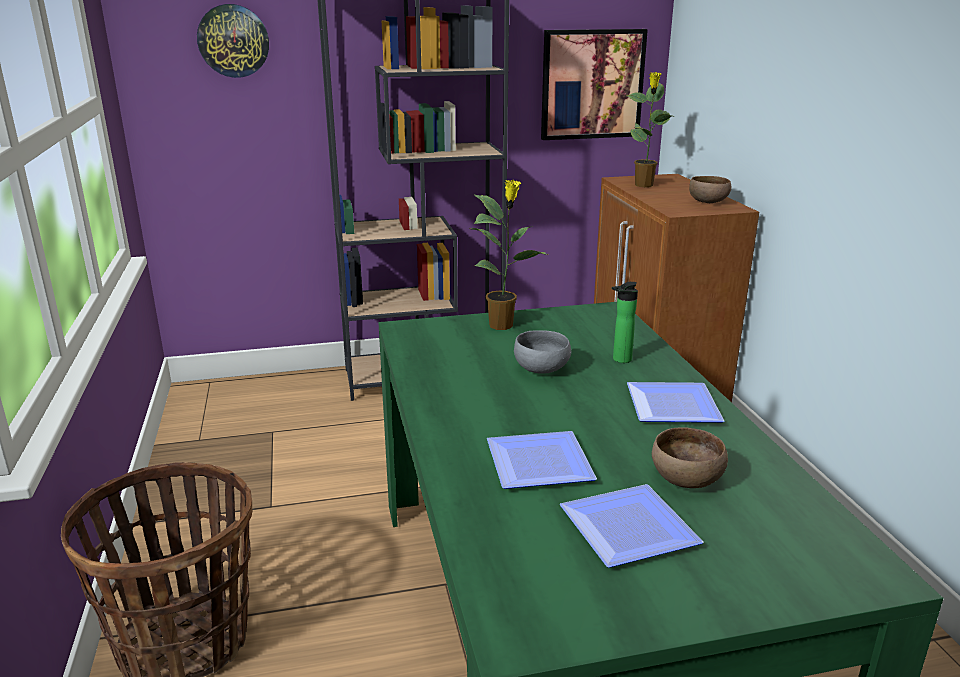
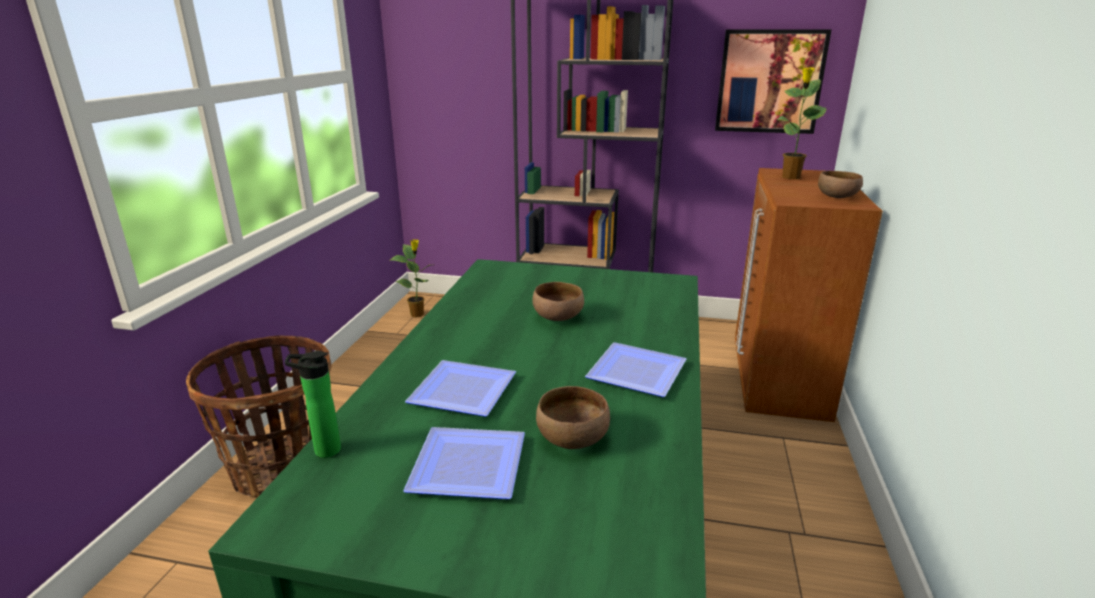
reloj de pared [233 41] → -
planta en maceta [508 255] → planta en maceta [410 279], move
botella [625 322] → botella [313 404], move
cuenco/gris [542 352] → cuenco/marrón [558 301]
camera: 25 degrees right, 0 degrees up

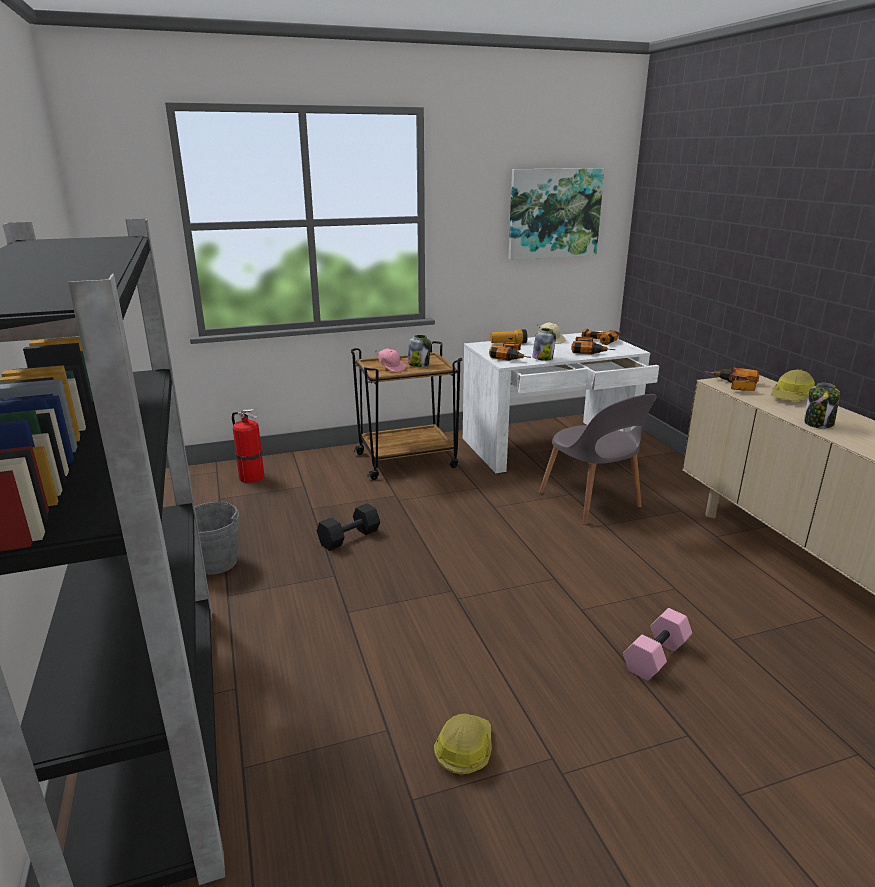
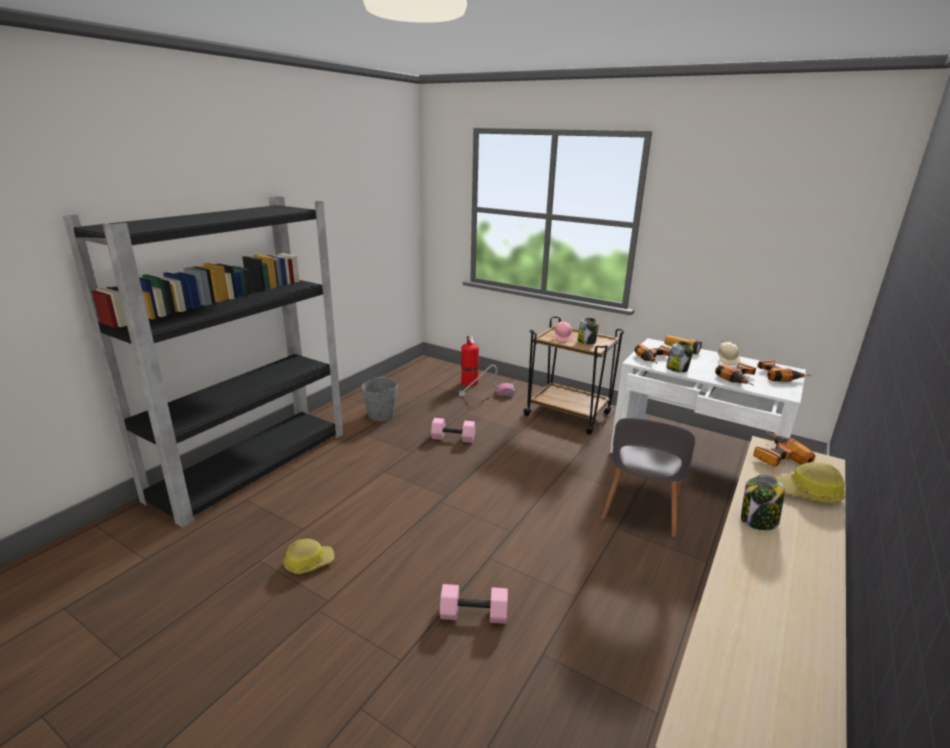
cuadro [556 214] → -
- → aspiradora [487 381]
mancuerna/negro [348 527] → mancuerna/rosa [453 430]
camera: 50 degrees right, 0 degrees up

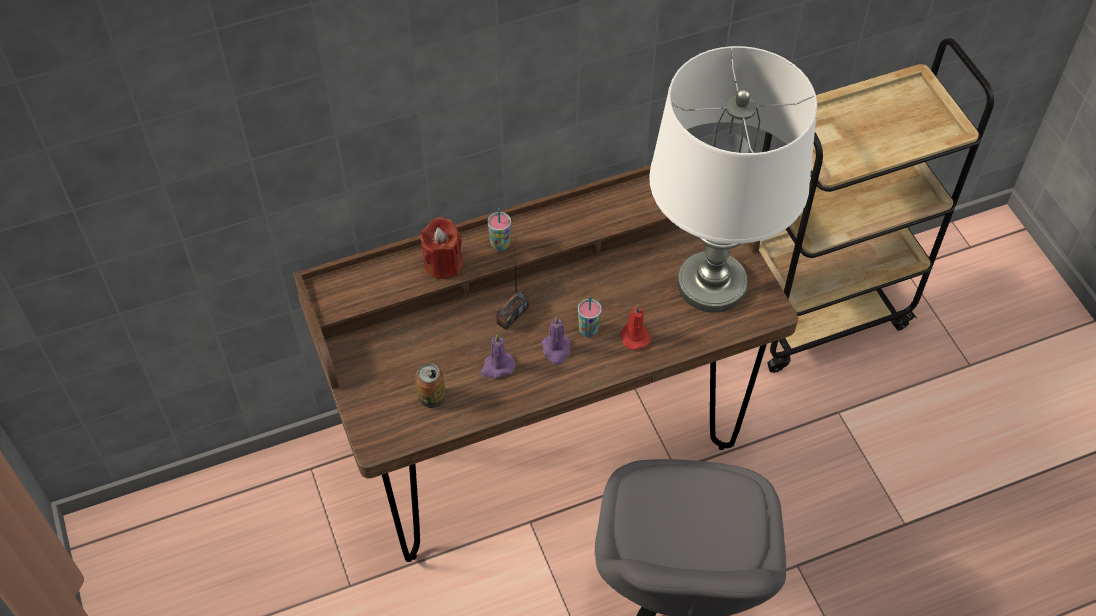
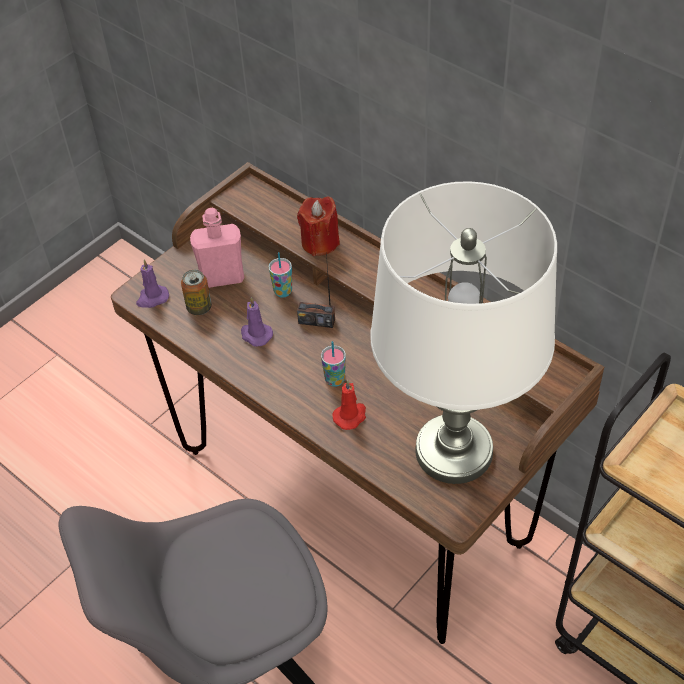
- → botella/rosa [217 248]
taza [499 229] → taza [280 275], move
vela/morado [556 340] → vela/morado [152 283], move
camera: 65 degrees right, 5 degrees down

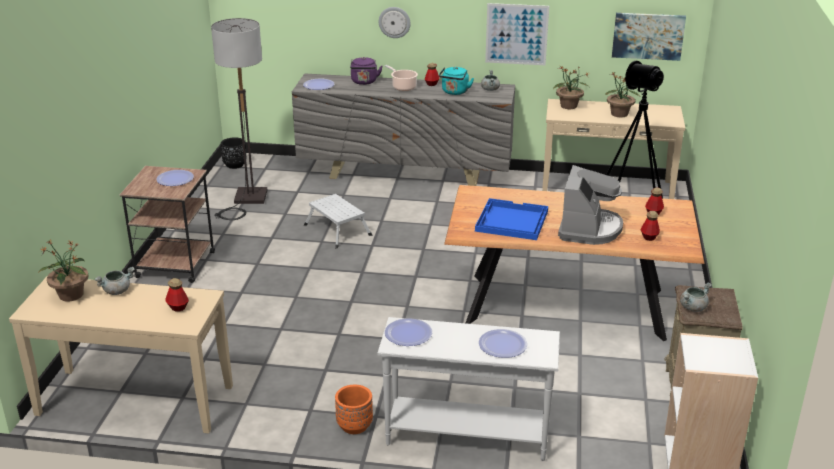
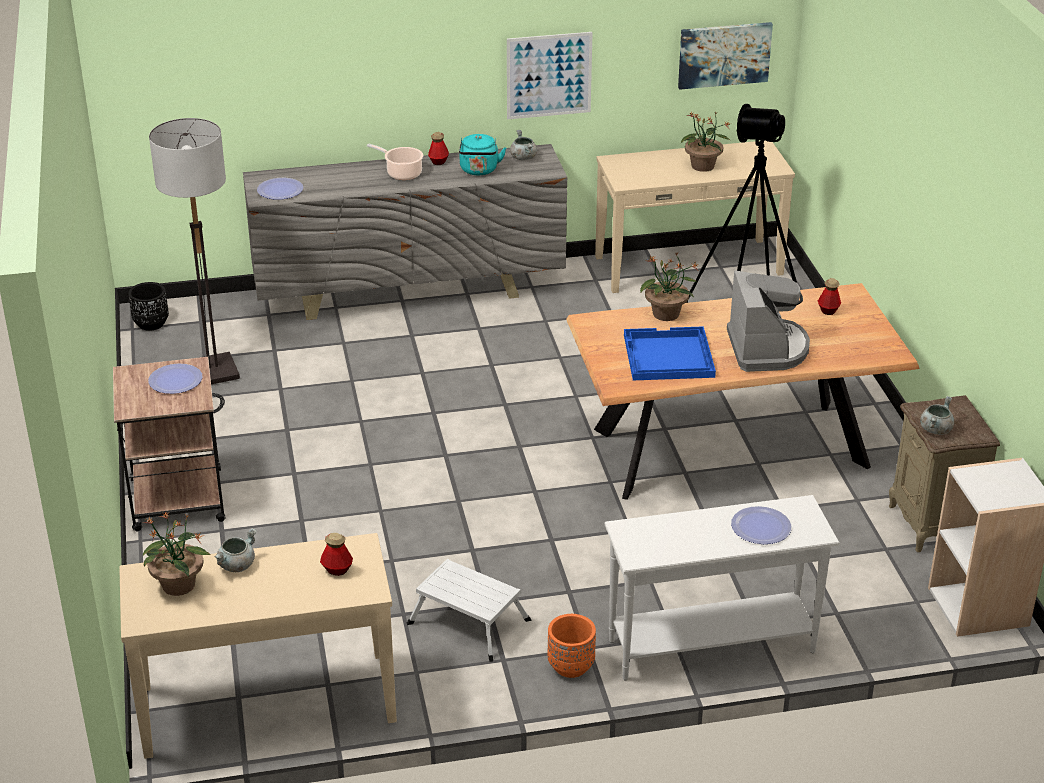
hervidor/morado [366 71] → -
reloj de pared [395 22] → -
plato [408 332] → -
botella [650 226] → -
escalera de tijera/blanco [338 221] → escalera de tijera/blanco [469 610], move
planta en maceta [571 87] → planta en maceta [669 286], move
camera: 20 degrees left, 5 degrees up

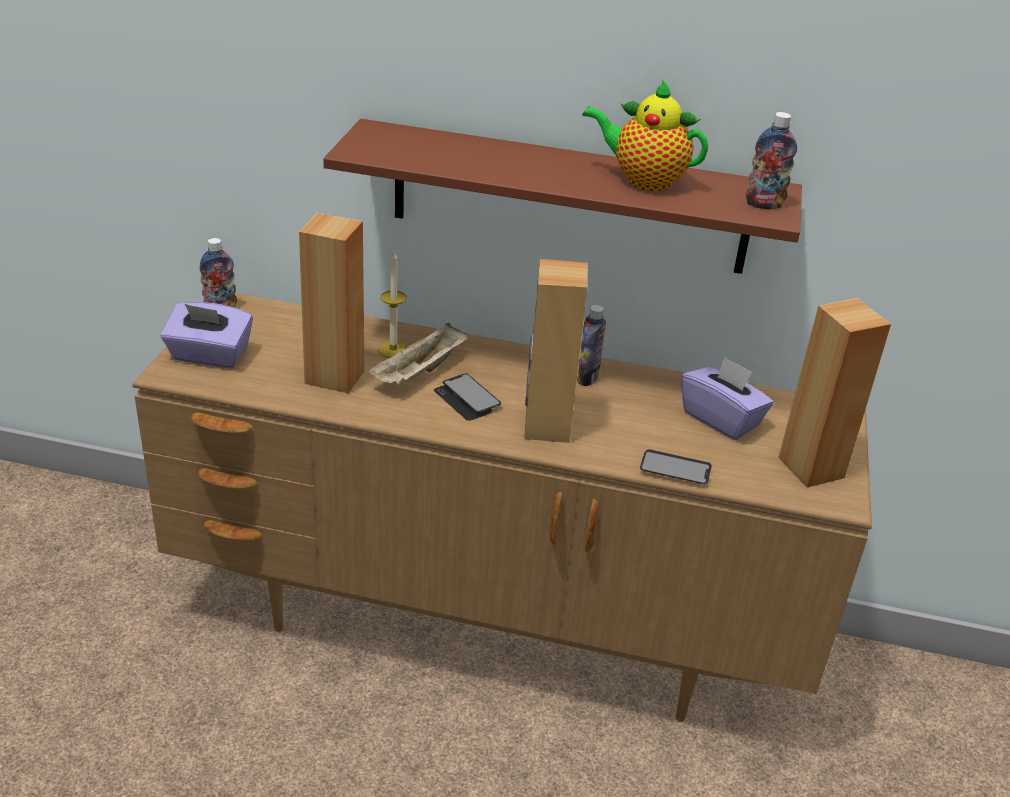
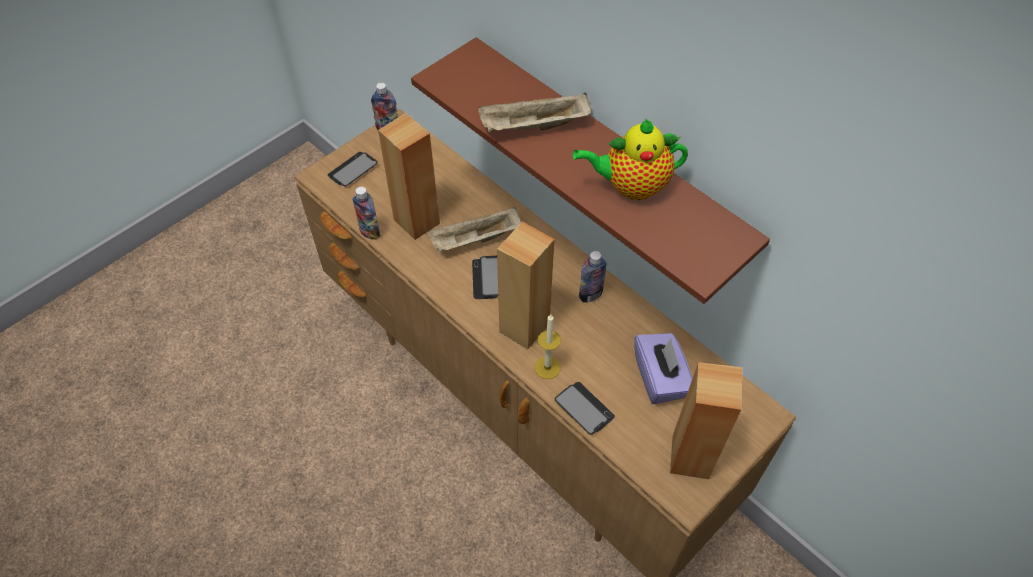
- → bandeja/beis [535 112]
vela [392 304] → vela [547 346], move
botella [771 160] → botella [366 213], move
caja de pañuelos/morado [207 335] → móvil [353 169]
tetera [645 135] → tetera [630 159], 60 degrees counterclockwise
camera: 35 degrees right, 20 degrees up

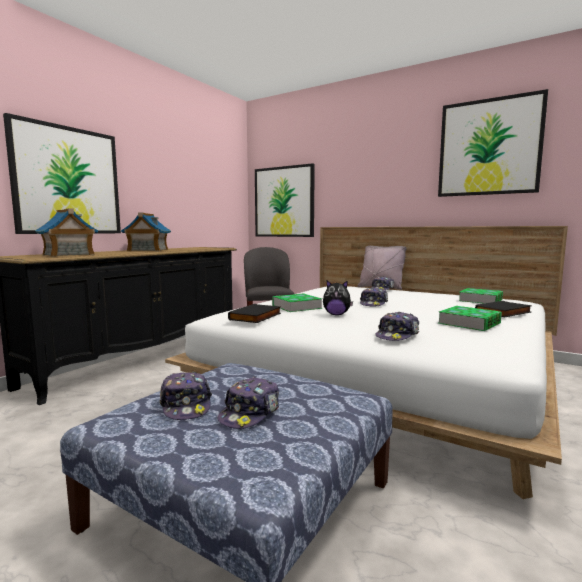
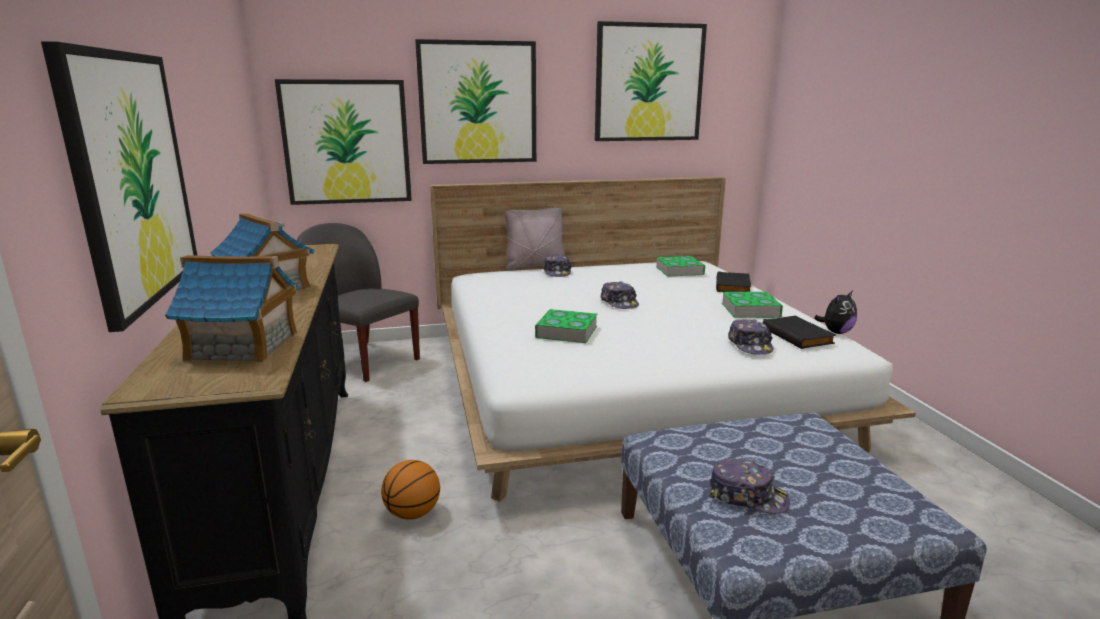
gorra [248 402] → -
- → balón de baloncesto [410 490]
- → cuadro [475 101]
libro/negro [254 313] → libro/negro [799 332], move
peluche [338 298] → peluche [835 312], move
camera: 45 degrees left, 10 degrees up

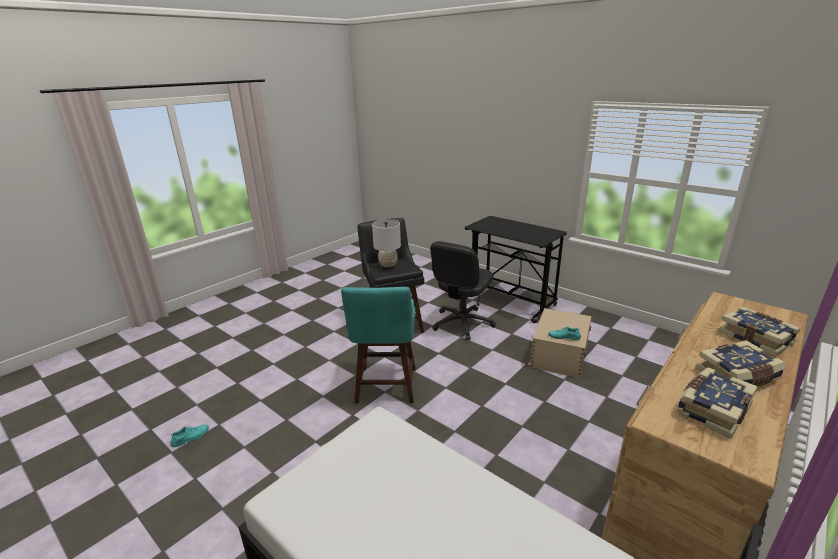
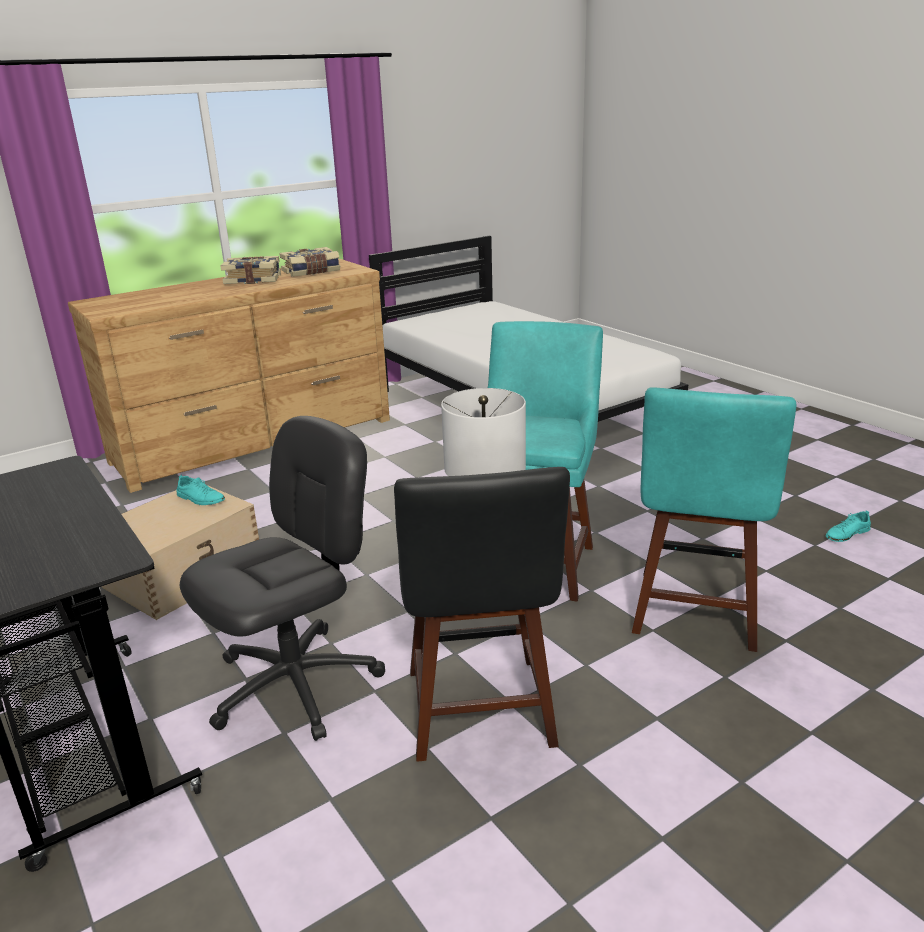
libro [759 331] → -
- → taburete/turquesa [714 519]
camera: 165 degrees left, 0 degrees up

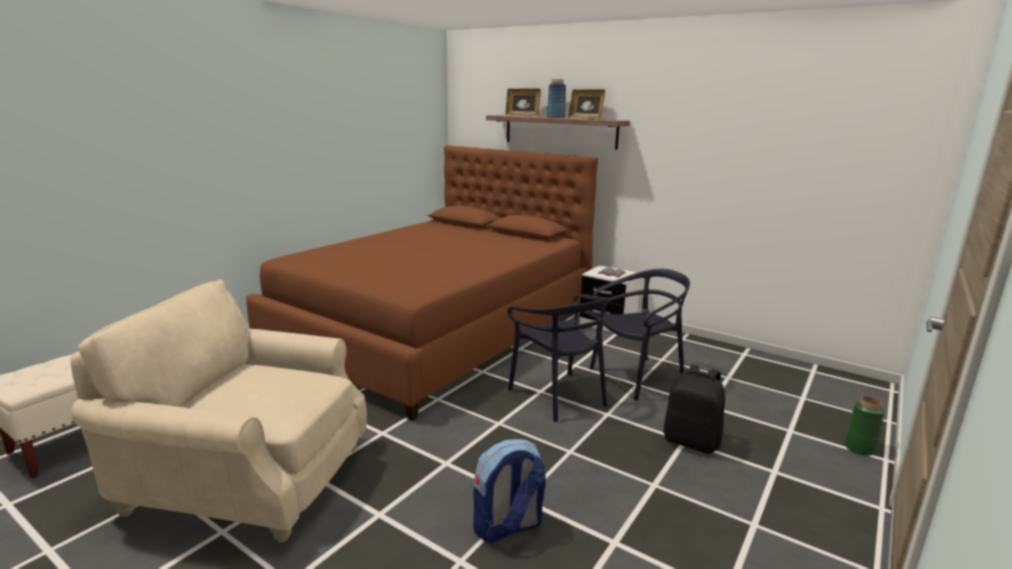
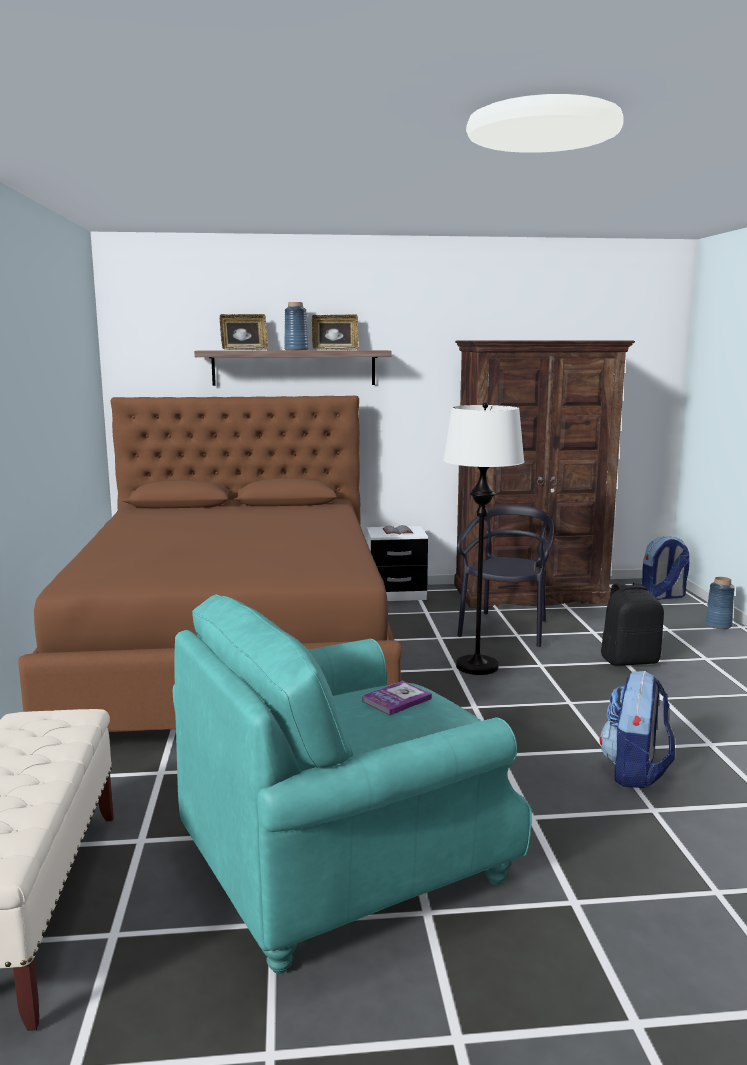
- → libro [397 698]
- → armario ropero/marrón [544 474]
- → mochila [666 568]
silla/negro [558 358] → lámpara de pie/blanco [484 538]
sillón/beis [219 411] → sillón/turquesa [352 784]
florero/verde [864 426] → florero/azul [720 603]
camera: 40 degrees left, 5 degrees down

